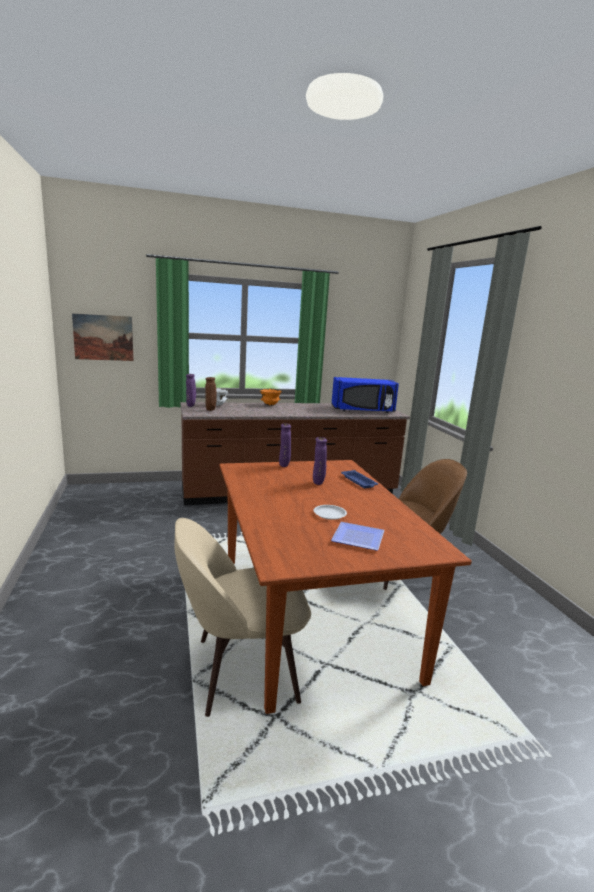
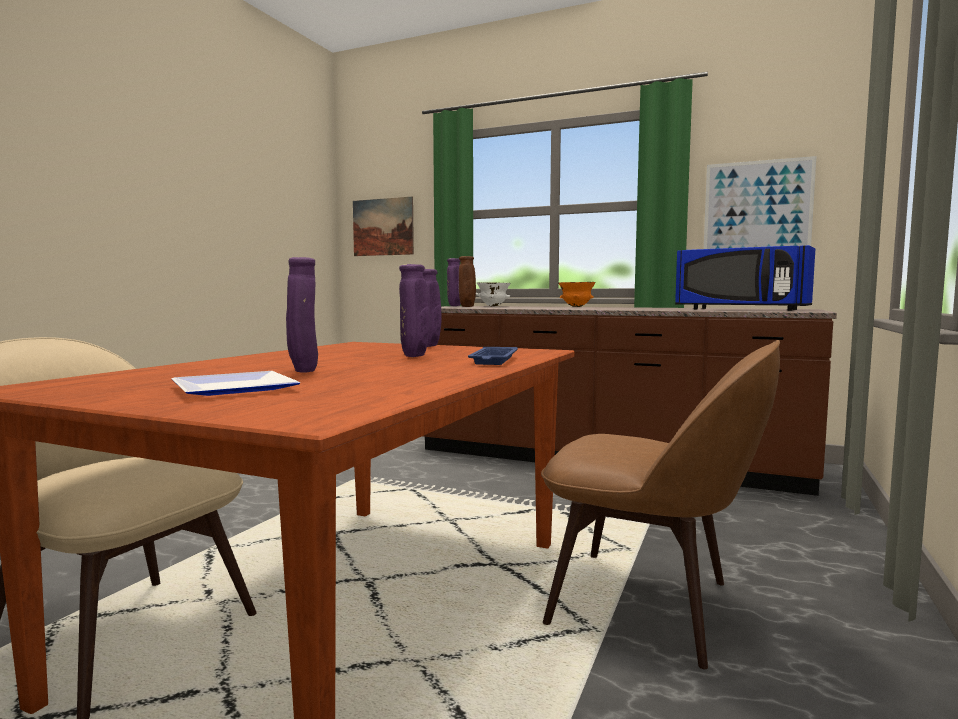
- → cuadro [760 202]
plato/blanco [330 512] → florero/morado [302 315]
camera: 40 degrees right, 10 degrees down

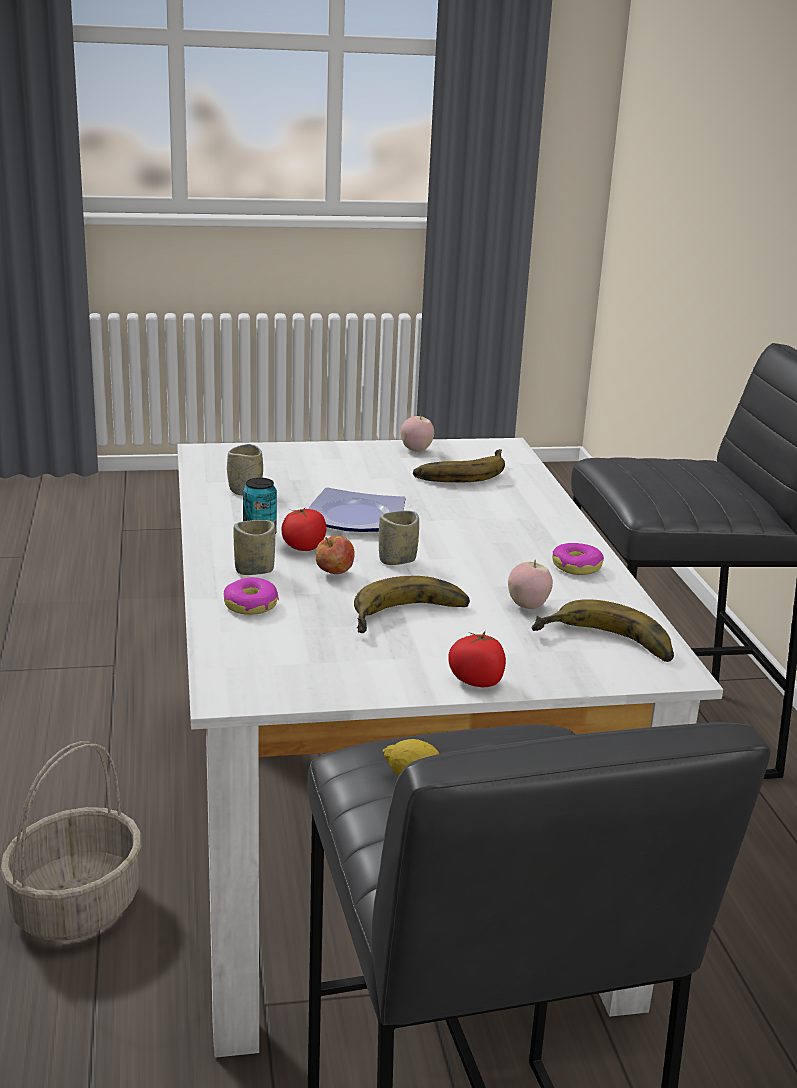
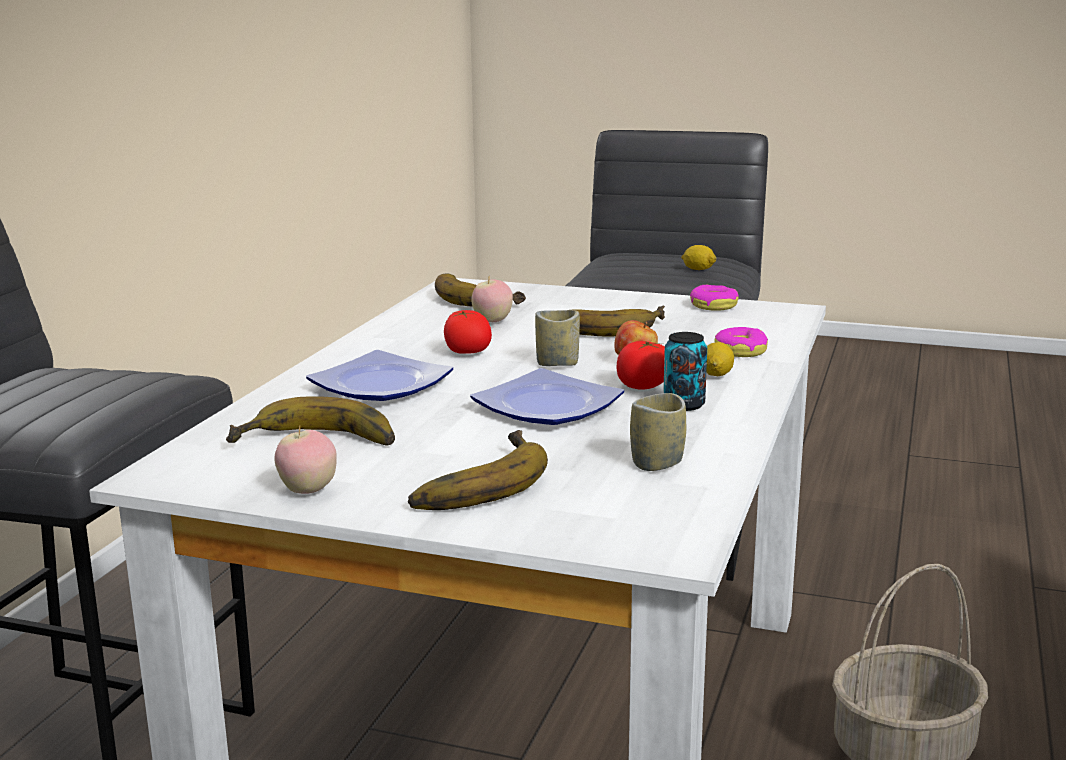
- → plato [379 375]
- → plátano [478 470]
tomate [477 659] → tomate [468 332], move
rosquilla [578 559] → rosquilla [714 298], move
taza [254 547] → limón [720 359]
camera: 150 degrees left, 5 degrees down

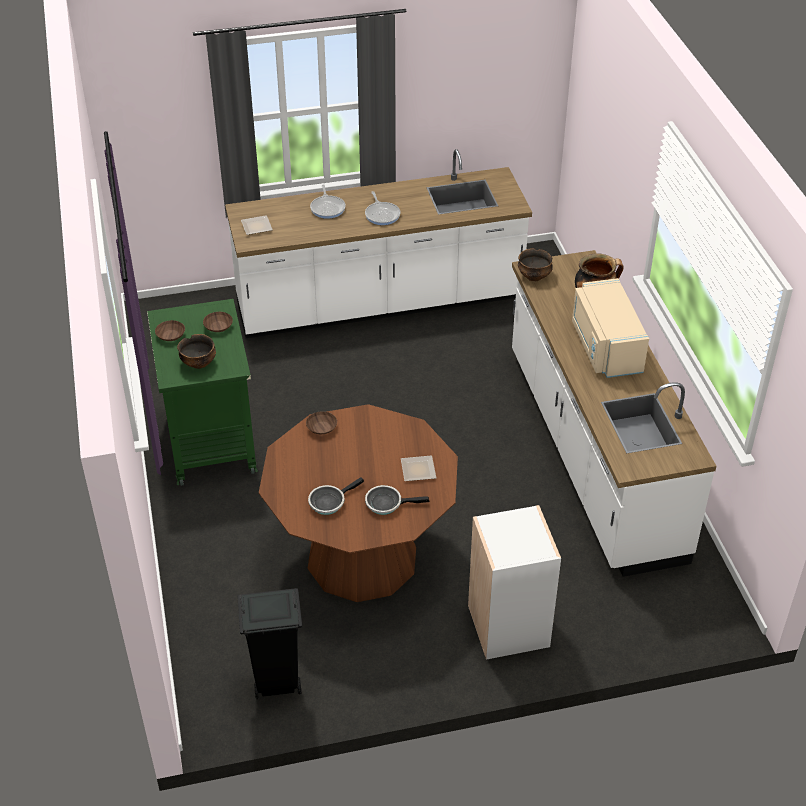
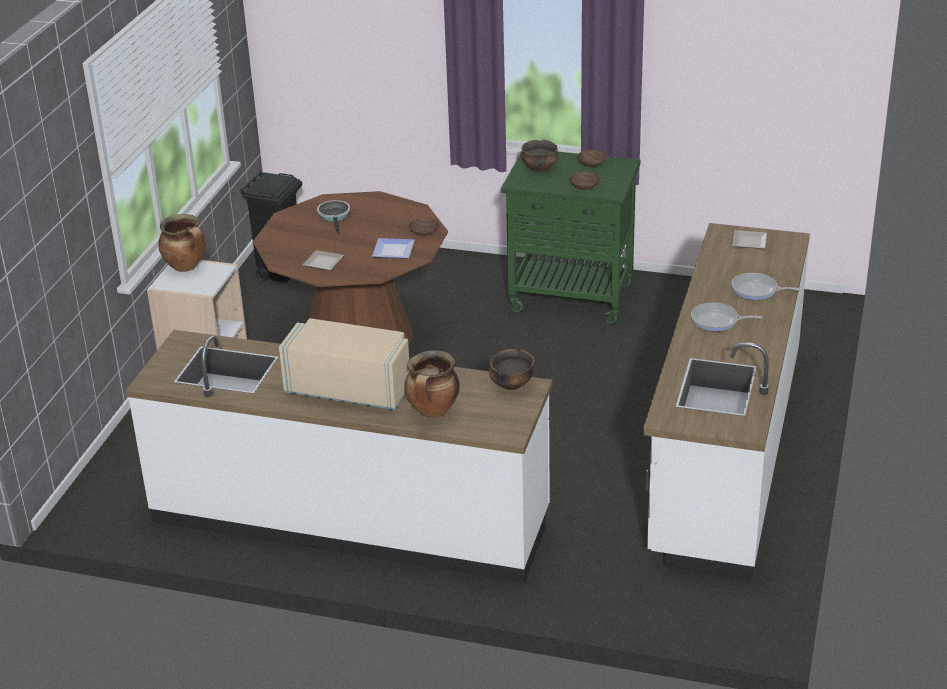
sartén [397 500] → -
- → olla [182 243]
- → plato [393 248]
camera: 120 degrees right, 10 degrees down

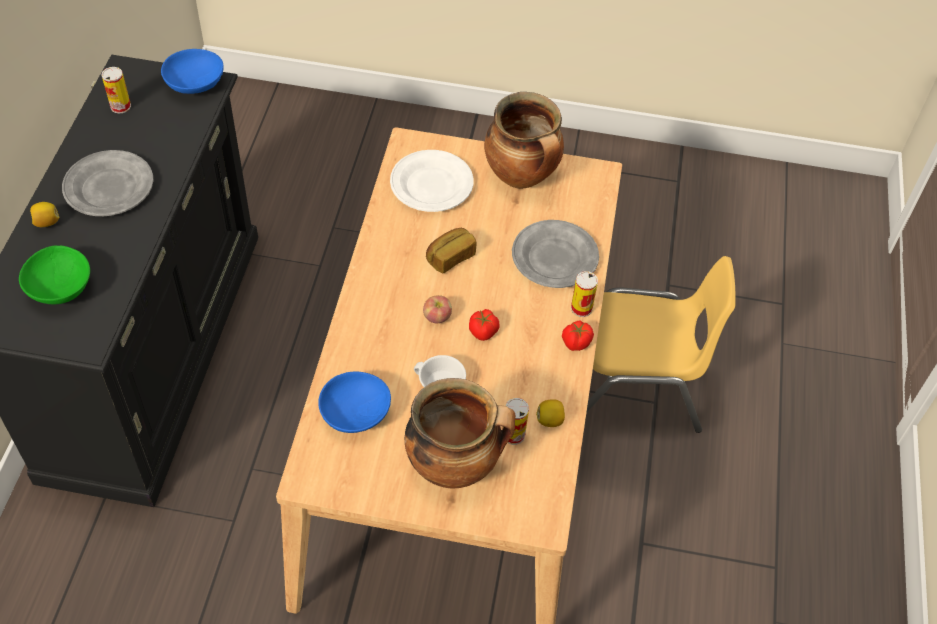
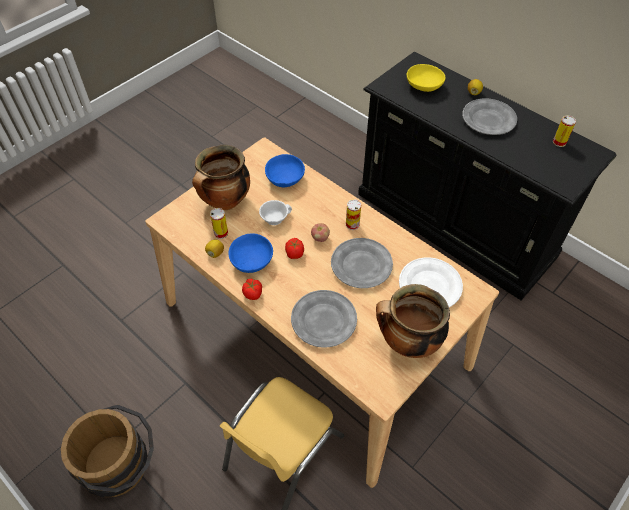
- → cubo/marrón [107 451]
cuenco/azul [192 71] → cuenco/azul [251 253], move
lata [584 294] → lata [353 214], move
pan [451 250] → plato/gris [362 263]
cuenco/verde [54 275] → cuenco/amarillo [426 78]
camera: 125 degrees right, 0 degrees up

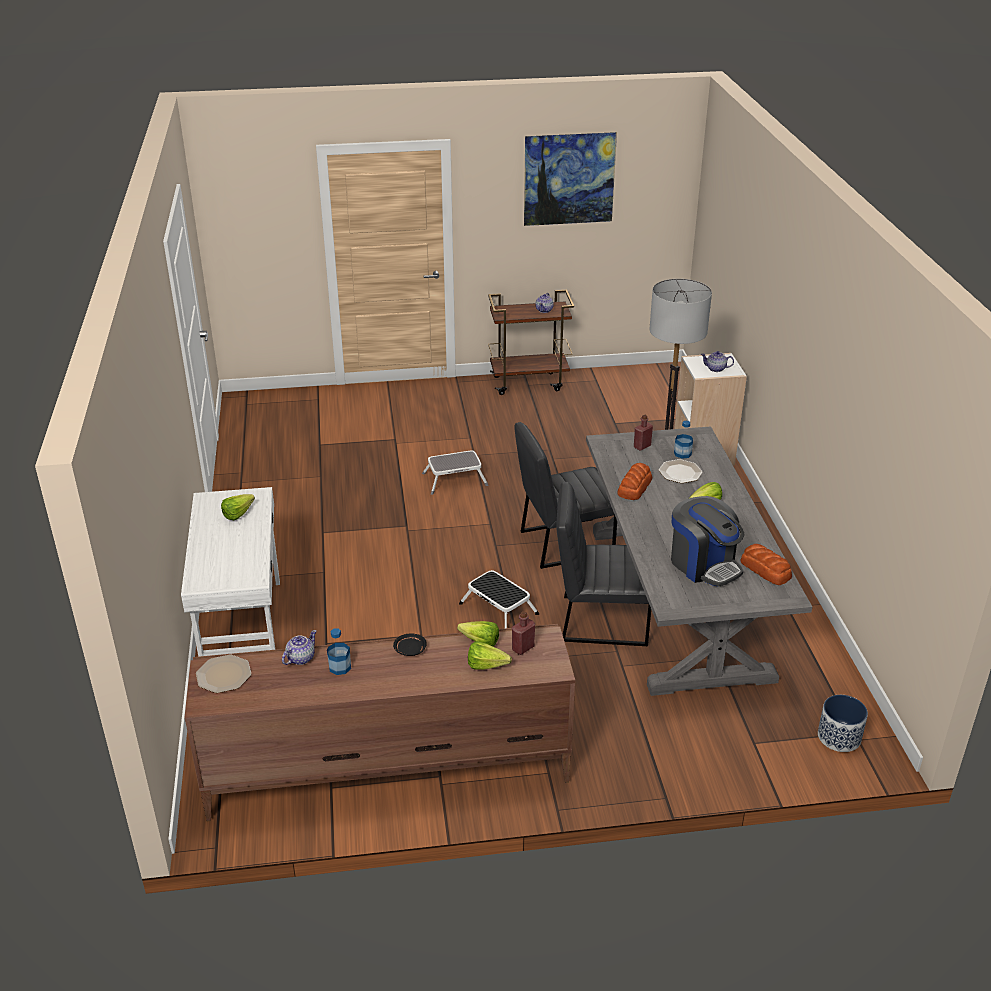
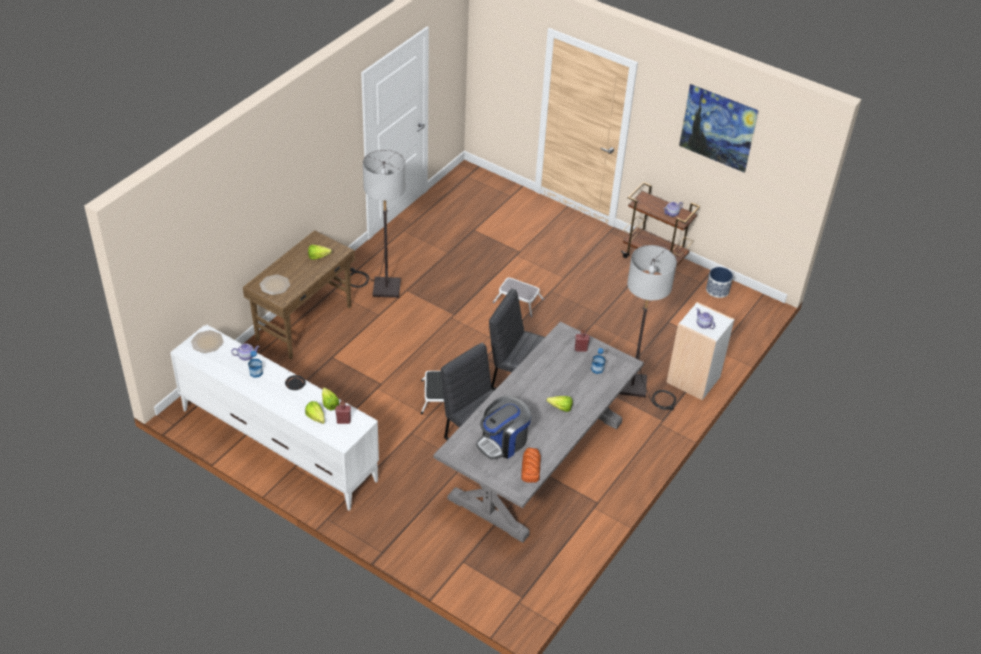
pan [634 481] → -
- → lámpara de pie [377 224]
plato [681 471] → plato [274 284], move
maceta [843 723] → maceta [719 282], move
mesa consola/blanco [230 572] → mesa consola/marrón [299 294]
armario/marrón [379 723] → armario/blanco [274 418]
cafetera [707 541] → cafetera [503 428], 45 degrees clockwise
camera: 40 degrees right, 10 degrees up

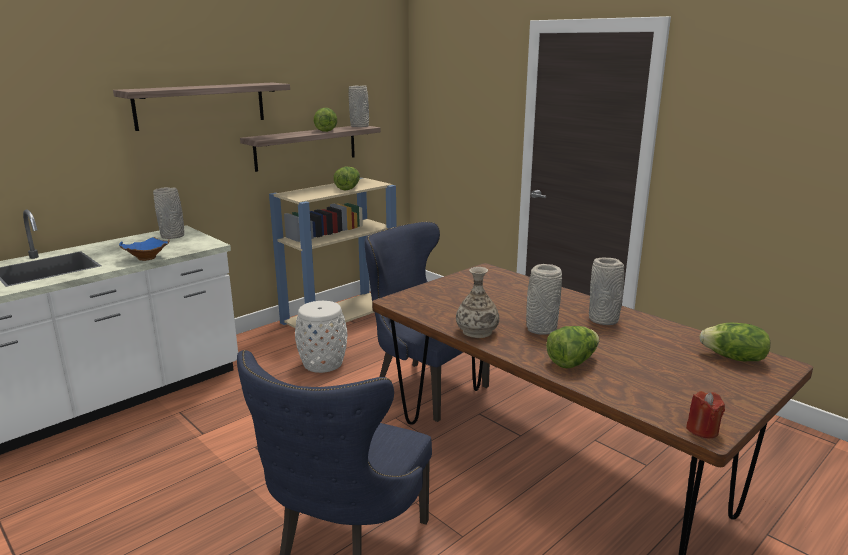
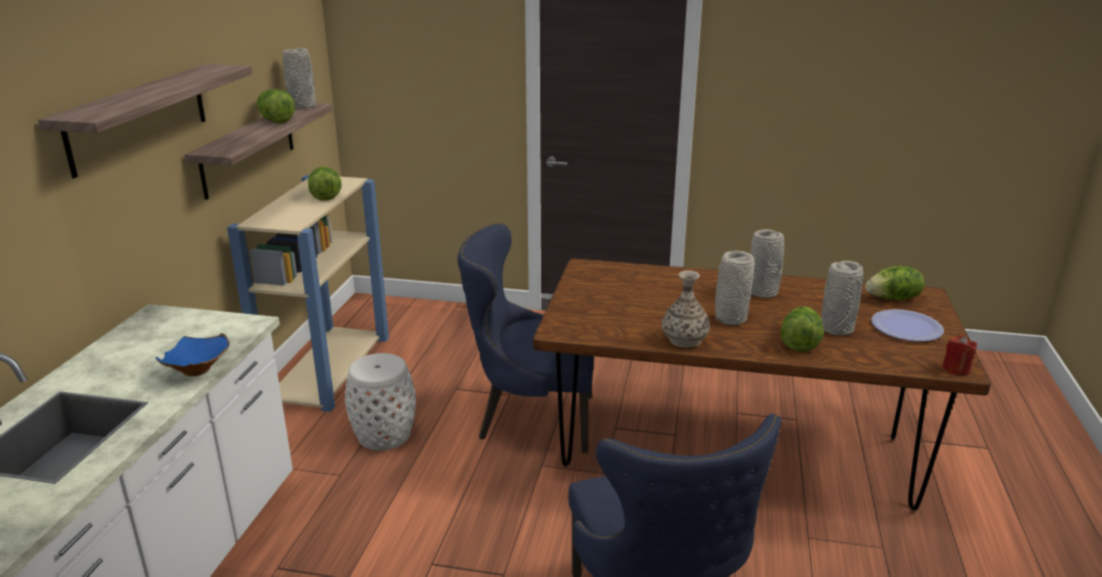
- → plato [907 325]
florero/gris [168 213] → florero/gris [842 298], move
camera: 35 degrees left, 5 degrees up

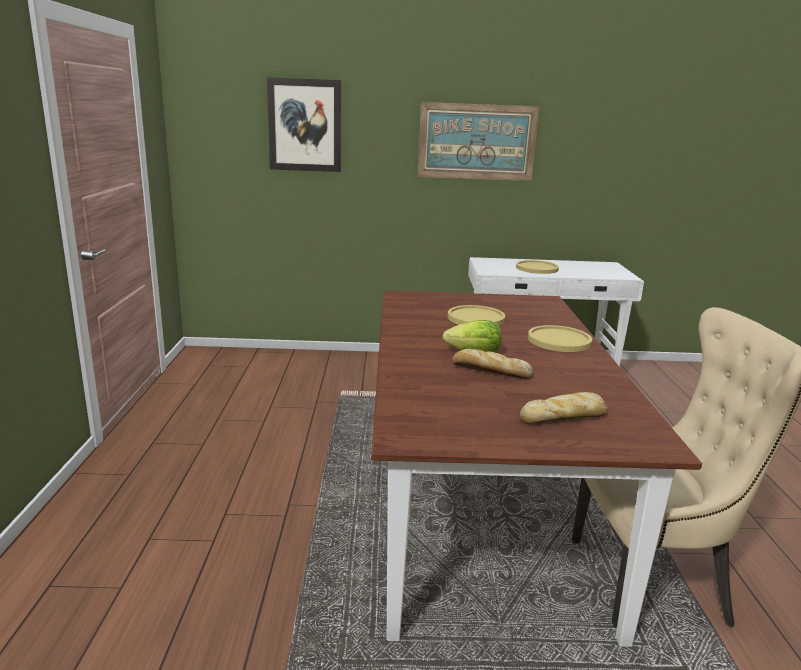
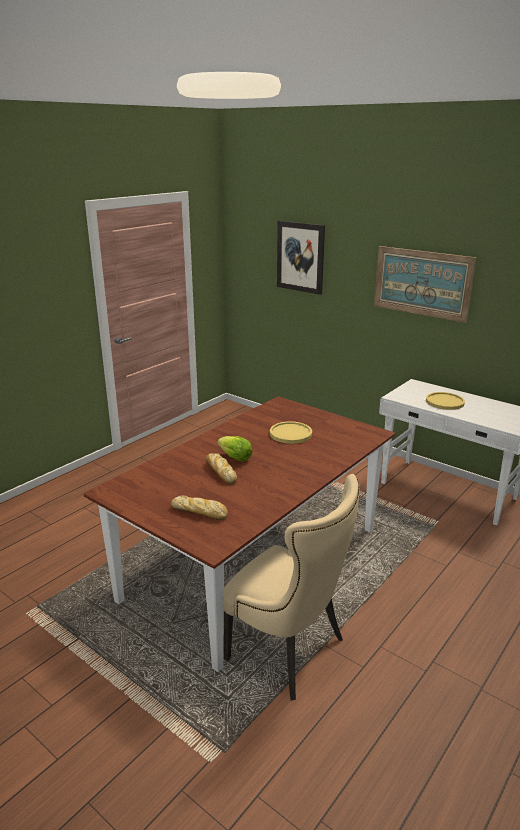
plato/amarillo [560 338] → -
camera: 40 degrees right, 5 degrees up

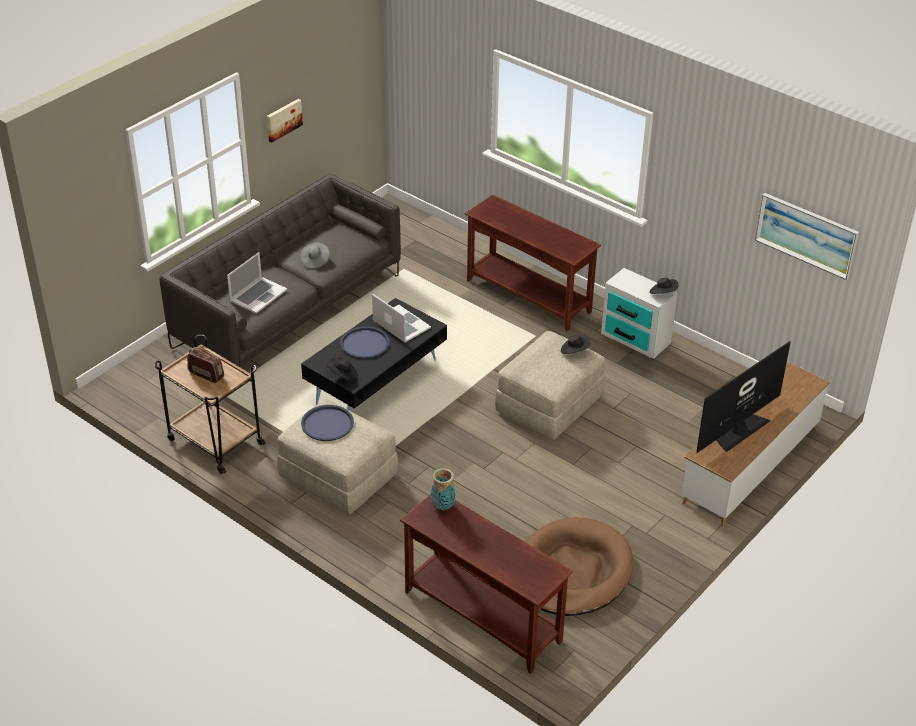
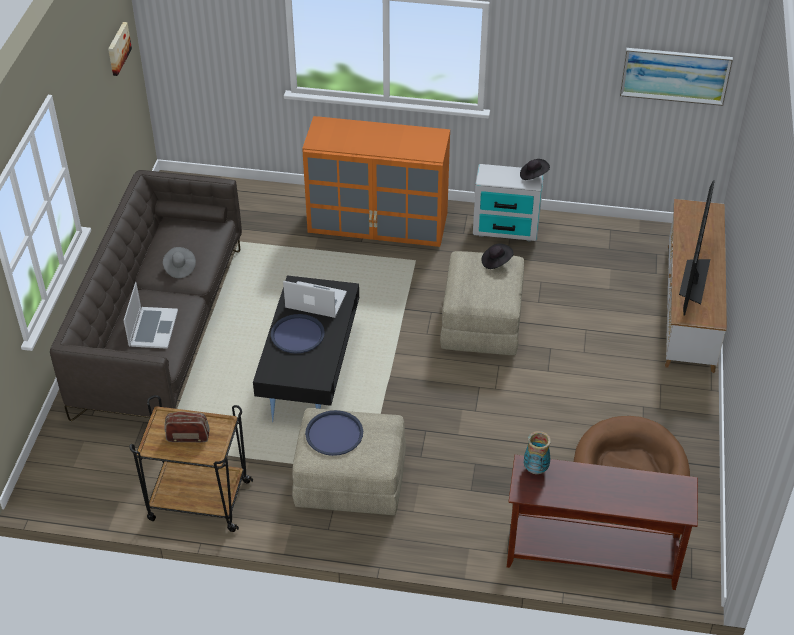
sombrero/negro [342 369] → -
cuadro [285 120] → cuadro [120 49], move
mesa consola/marrón [533 263] → armario/naranja [376 181]
camera: 30 degrees left, 5 degrees up

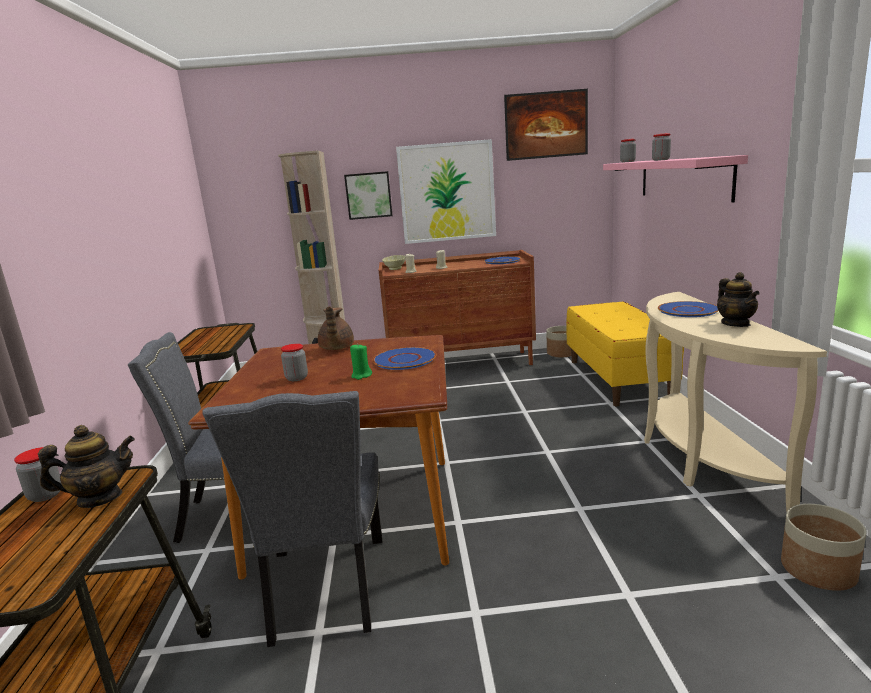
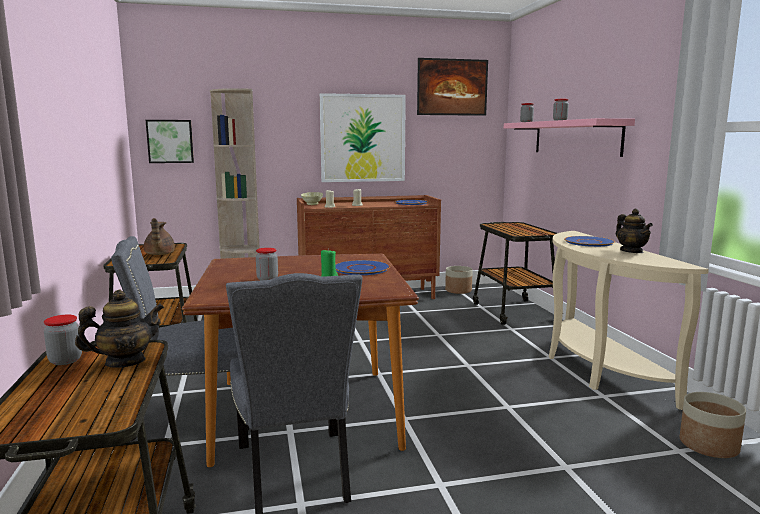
tetera/marrón [336 328] → tetera/marrón [159 236], move
cuadro [368 195] → cuadro [170 141], move
banco/amarillo [625 353] → carrito [515 273]
camera: 10 degrees left, 5 degrees down

